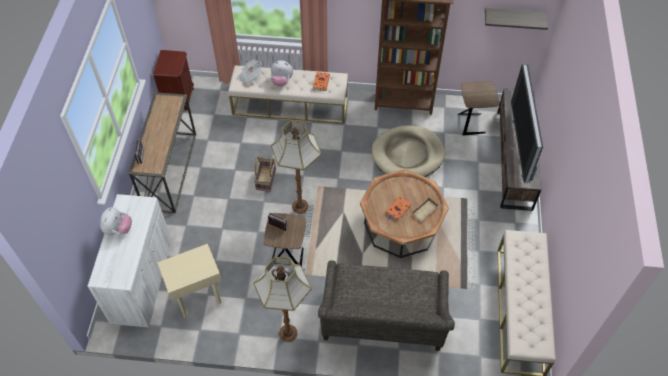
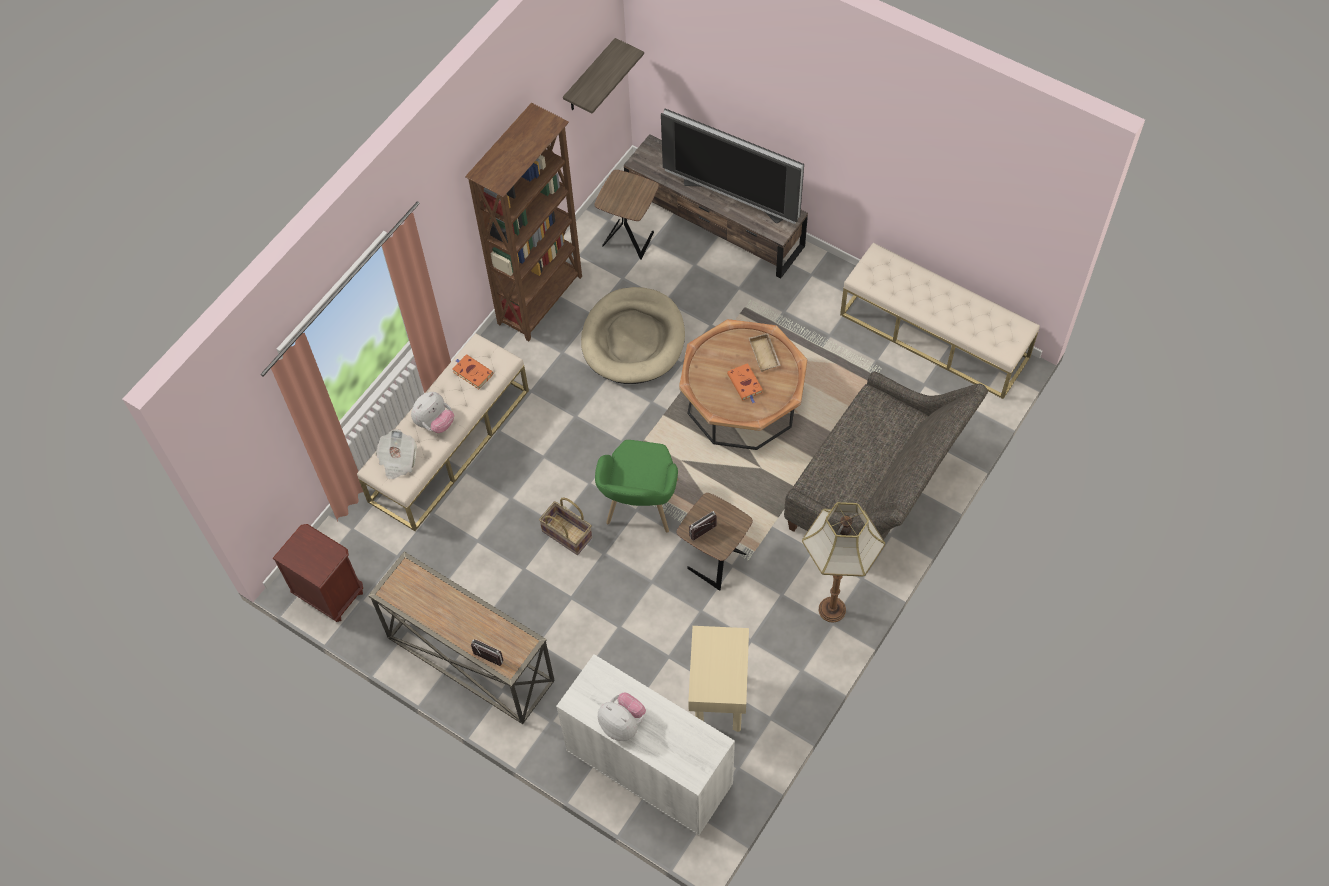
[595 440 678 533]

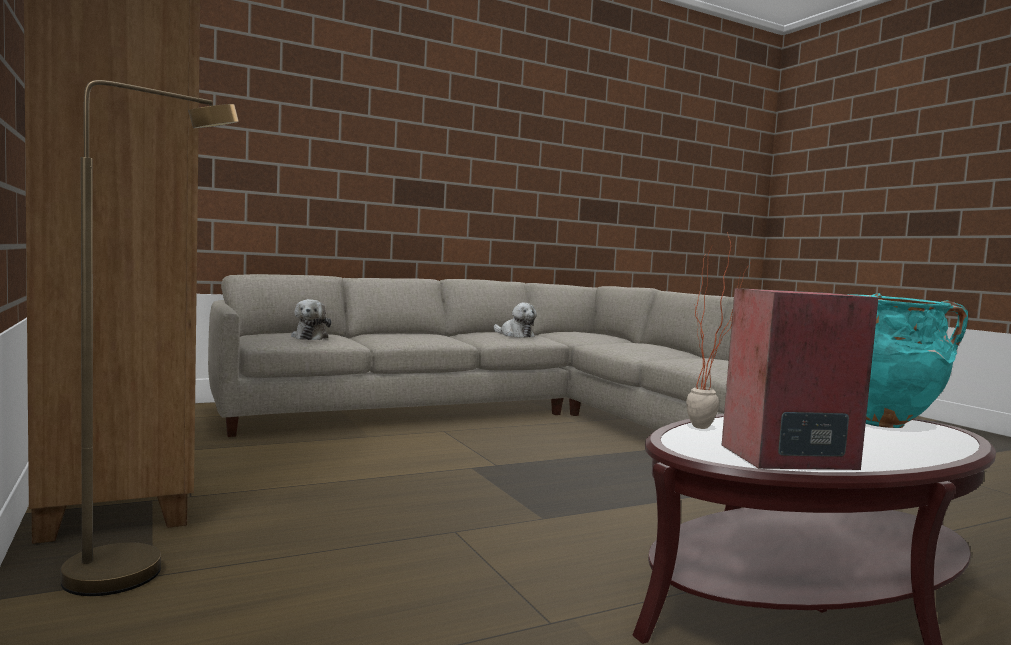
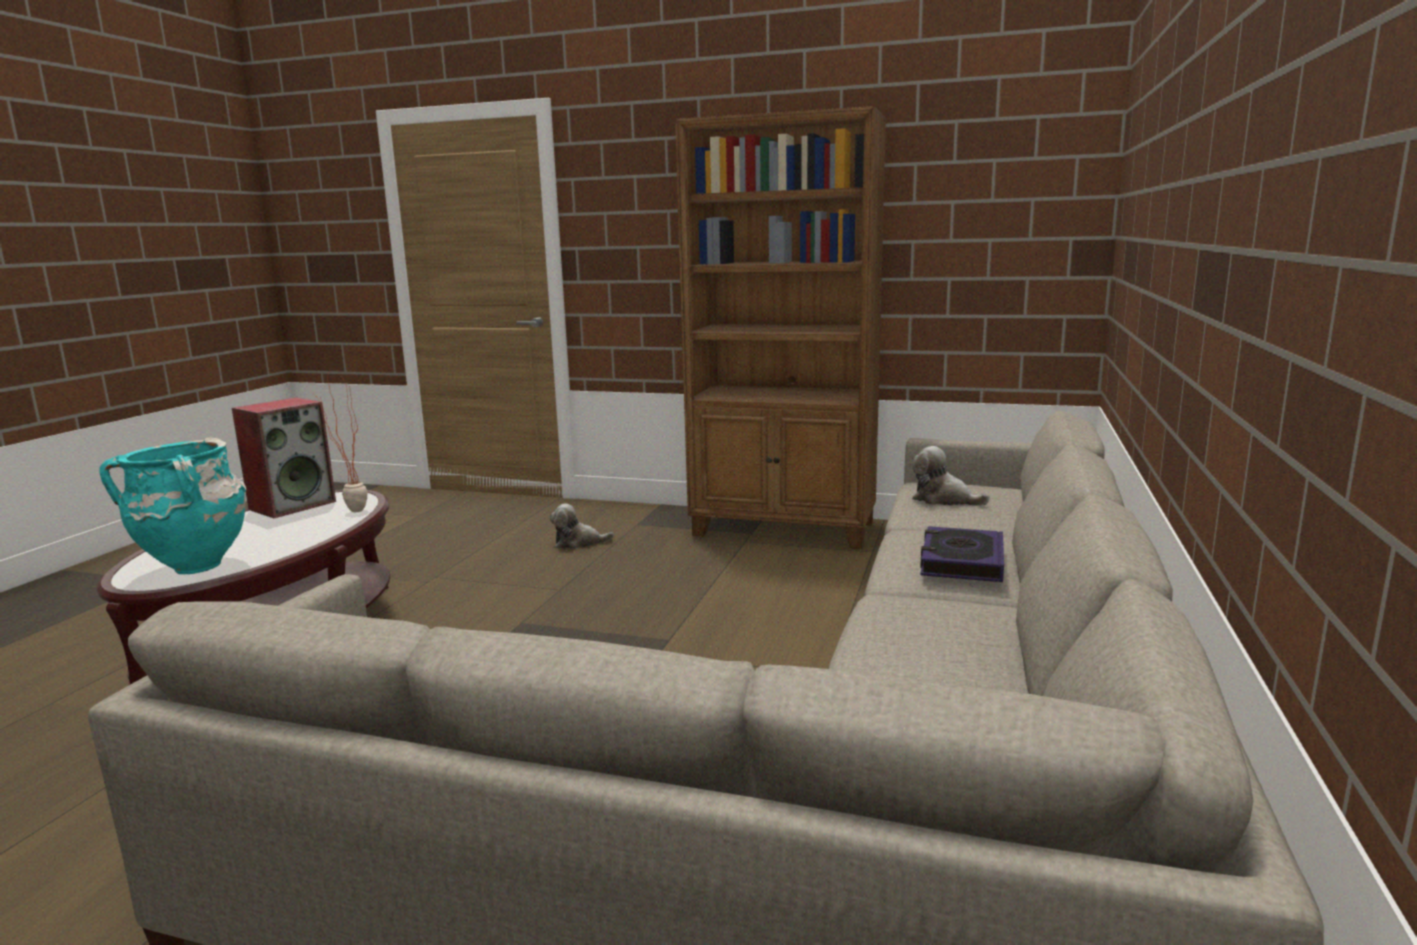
[61 80 239 596] (first image)
[550 504 614 549]
[920 526 1004 582]

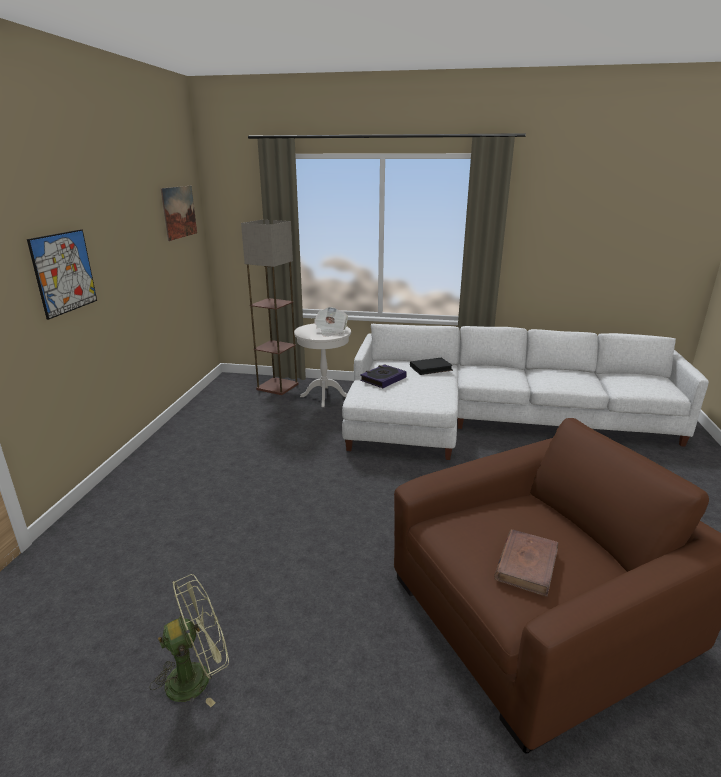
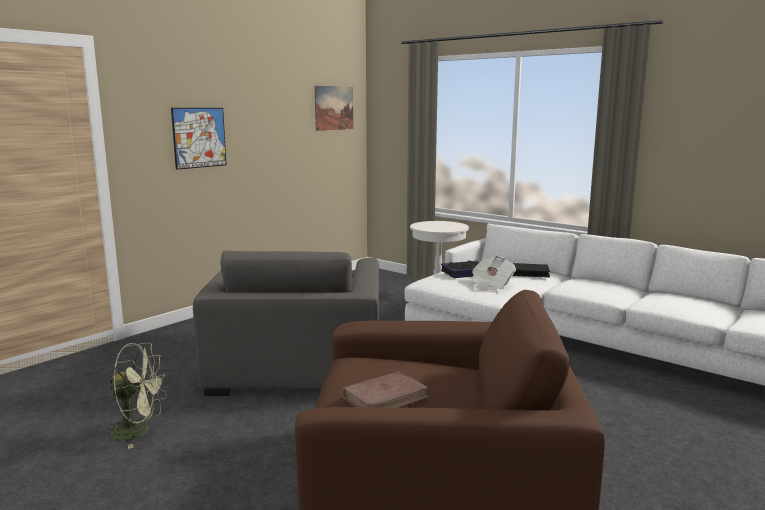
[241 220 299 395] (first image)
[472 256 516 291]
[193 251 379 396]

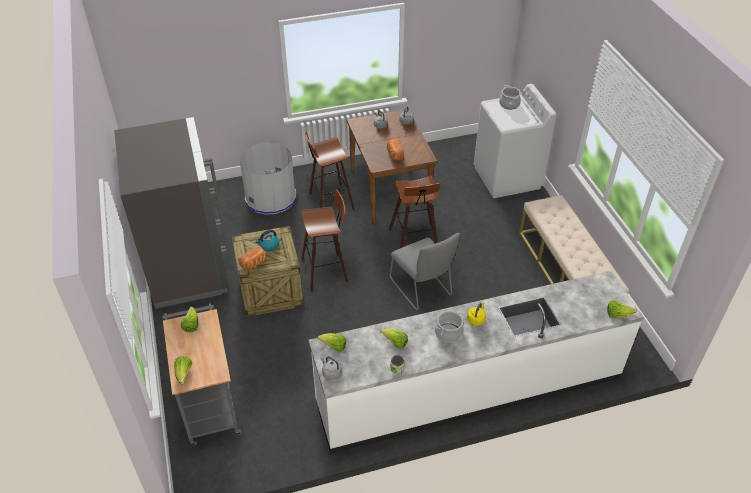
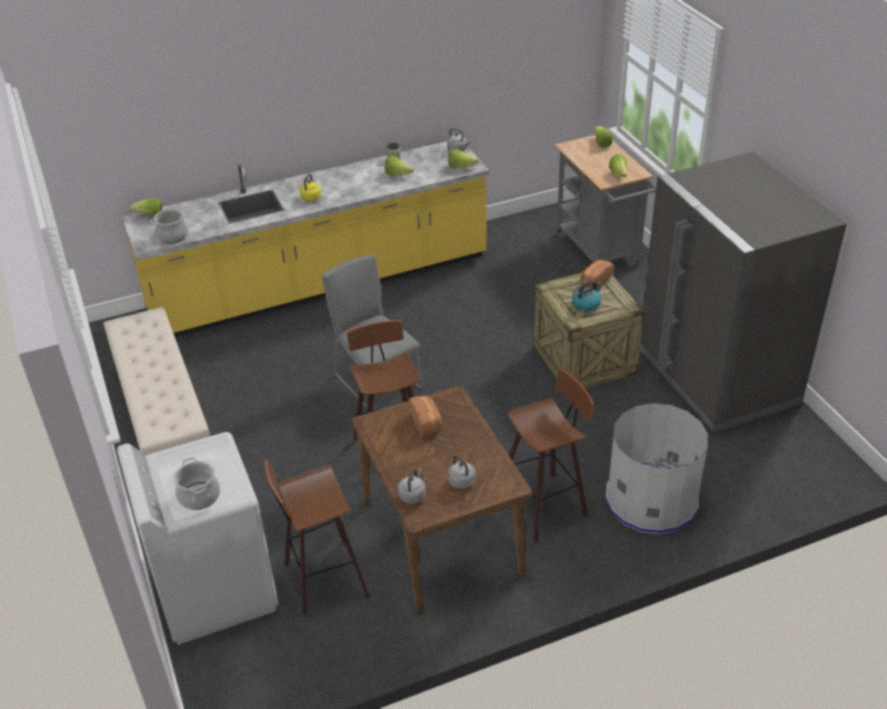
[265 459 370 615]
[122 141 489 337]
[150 209 188 243]

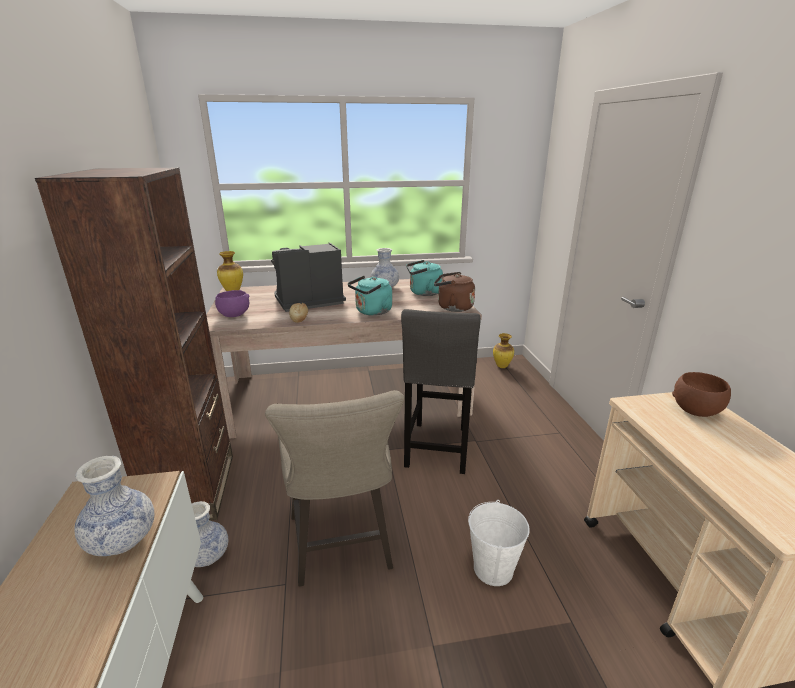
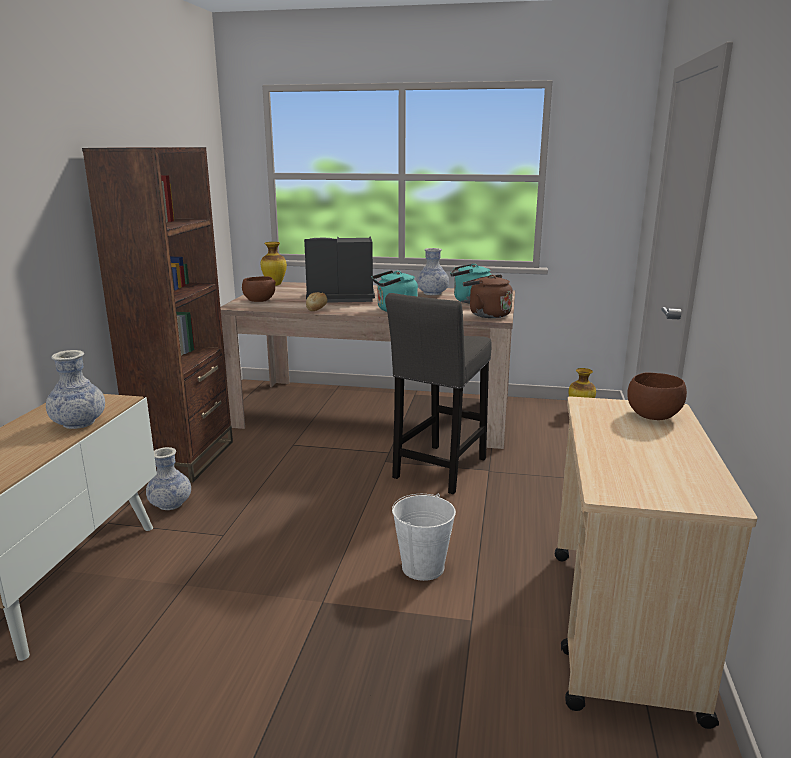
[242 276 276 302]
[265 390 404 587] (first image)

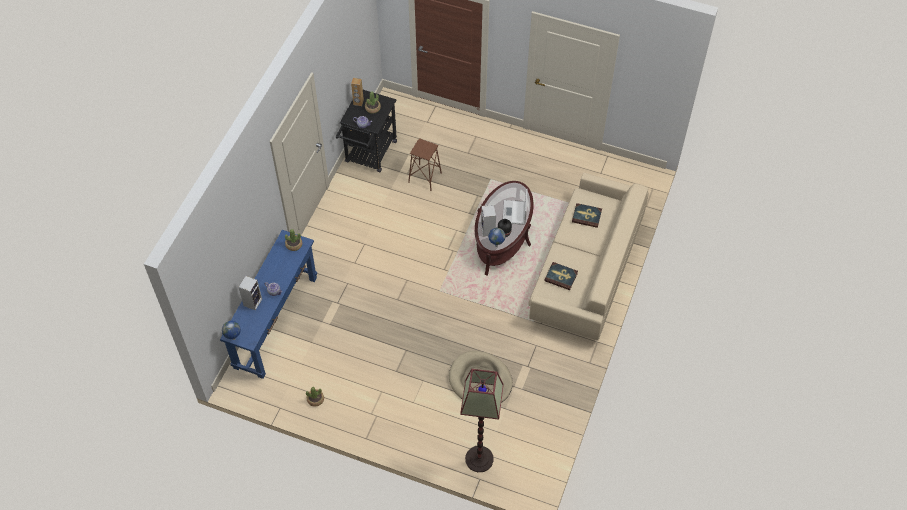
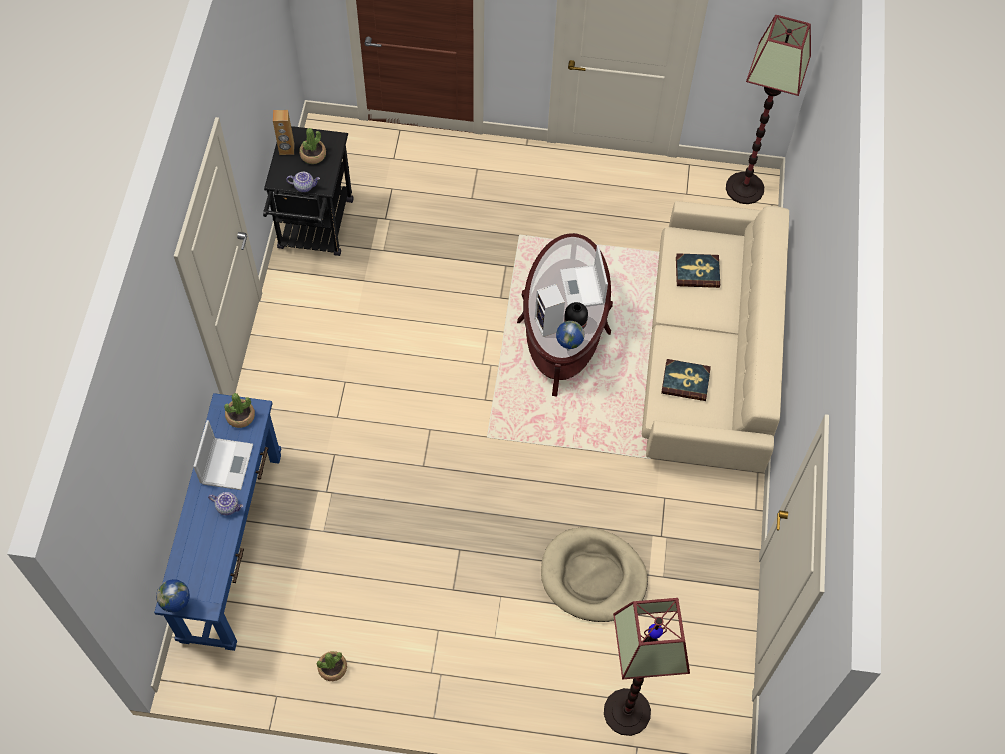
[238 276 262 310] (first image)
[408 138 442 191] (first image)
[193 420 253 490]
[726 15 811 204]

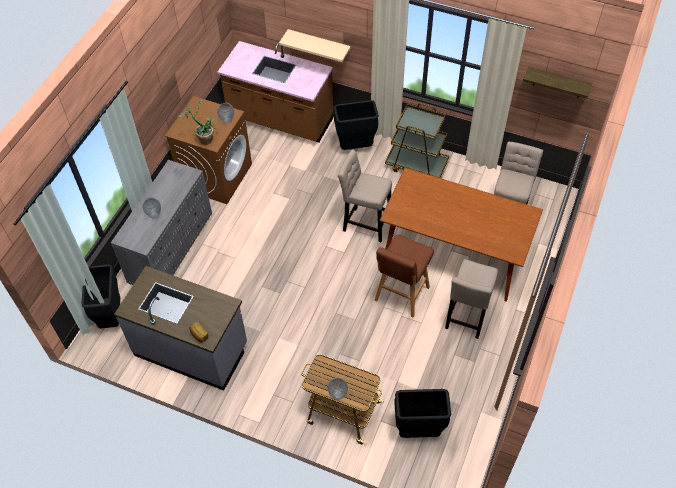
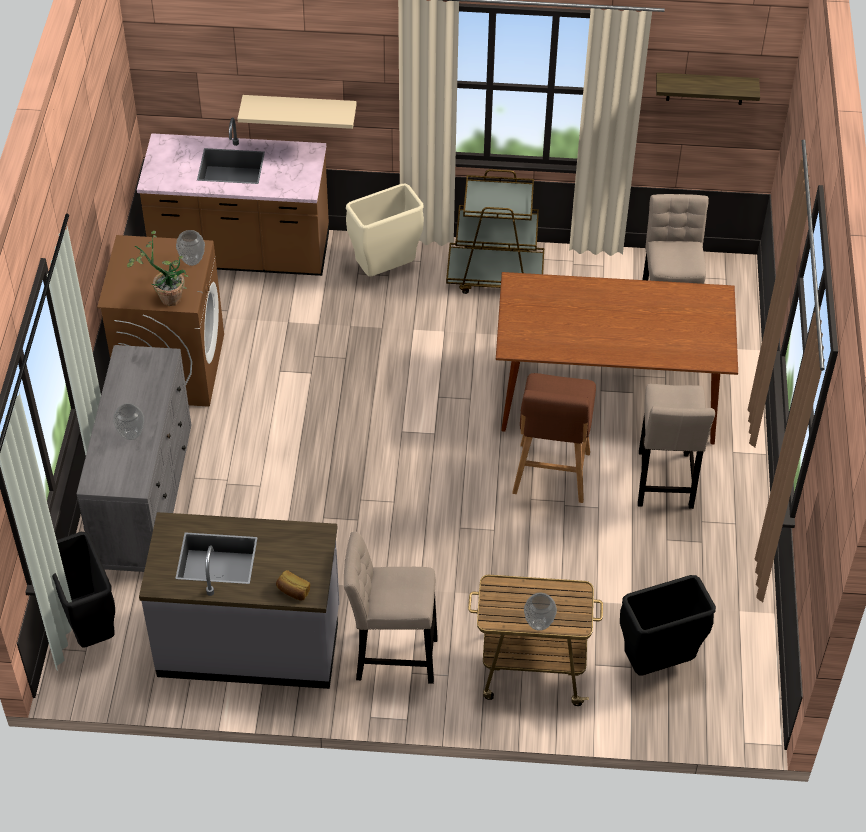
[346 183 424 277]
[344 531 438 684]

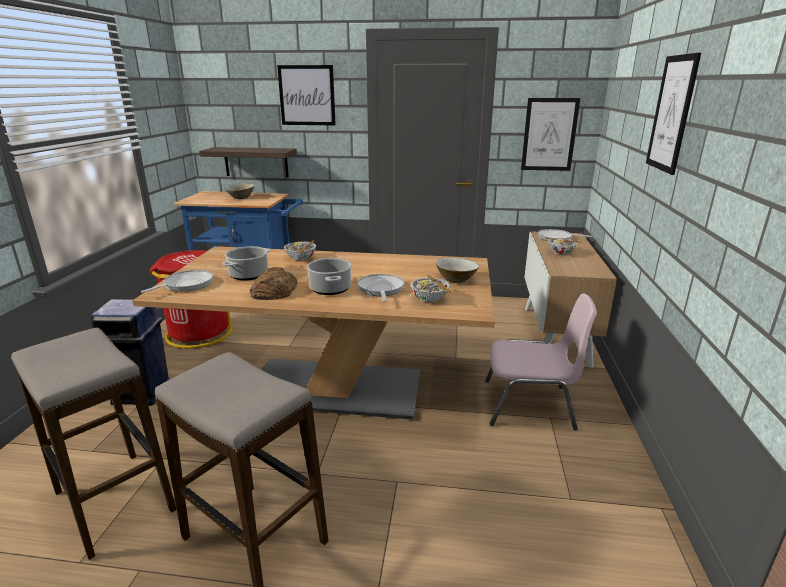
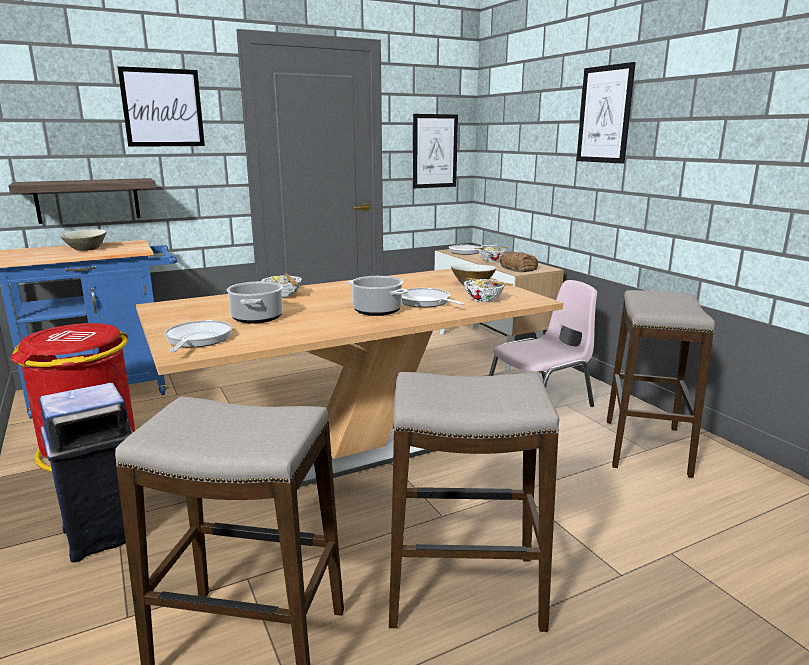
[500 251 538 272]
[607 290 715 478]

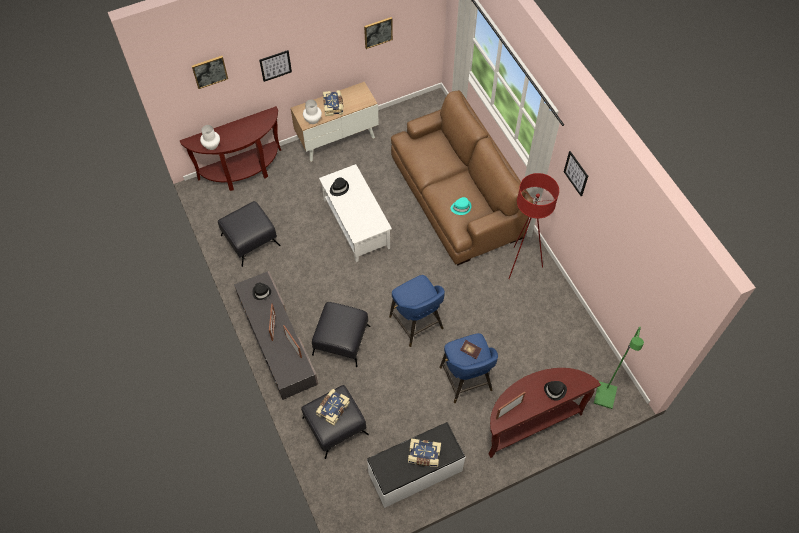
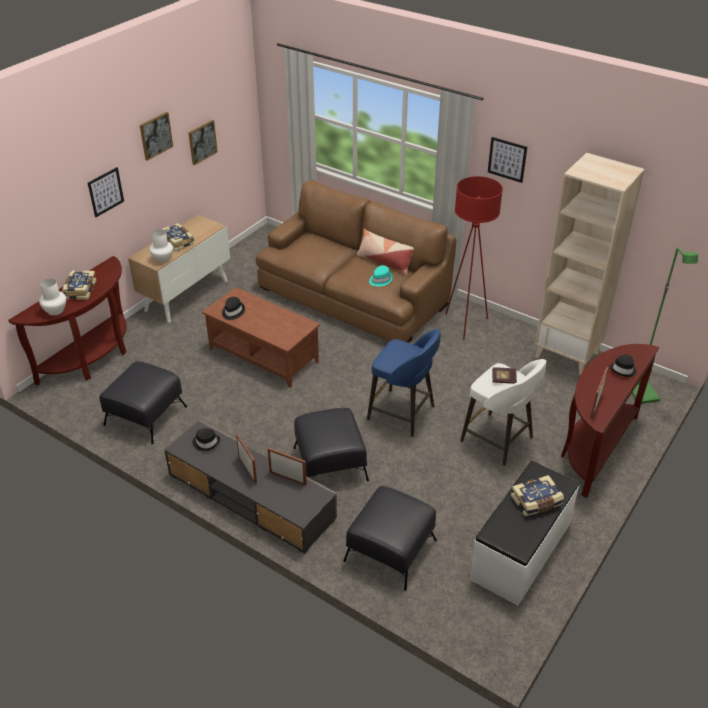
[140 112 173 161]
[62 270 97 300]
[202 287 320 387]
[460 359 546 466]
[357 228 414 275]
[535 153 645 375]

